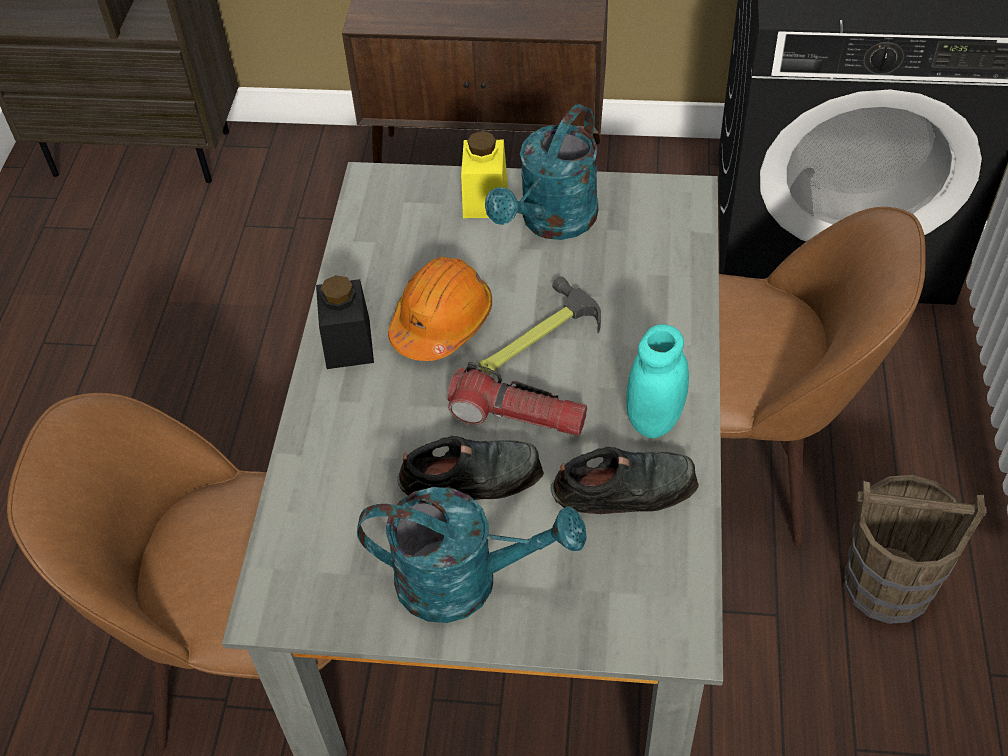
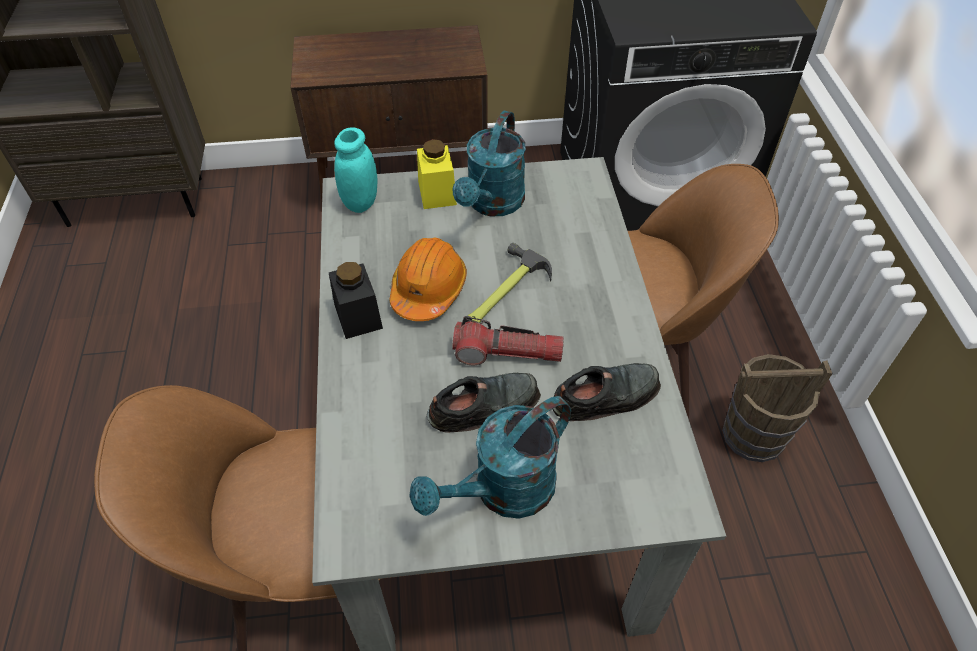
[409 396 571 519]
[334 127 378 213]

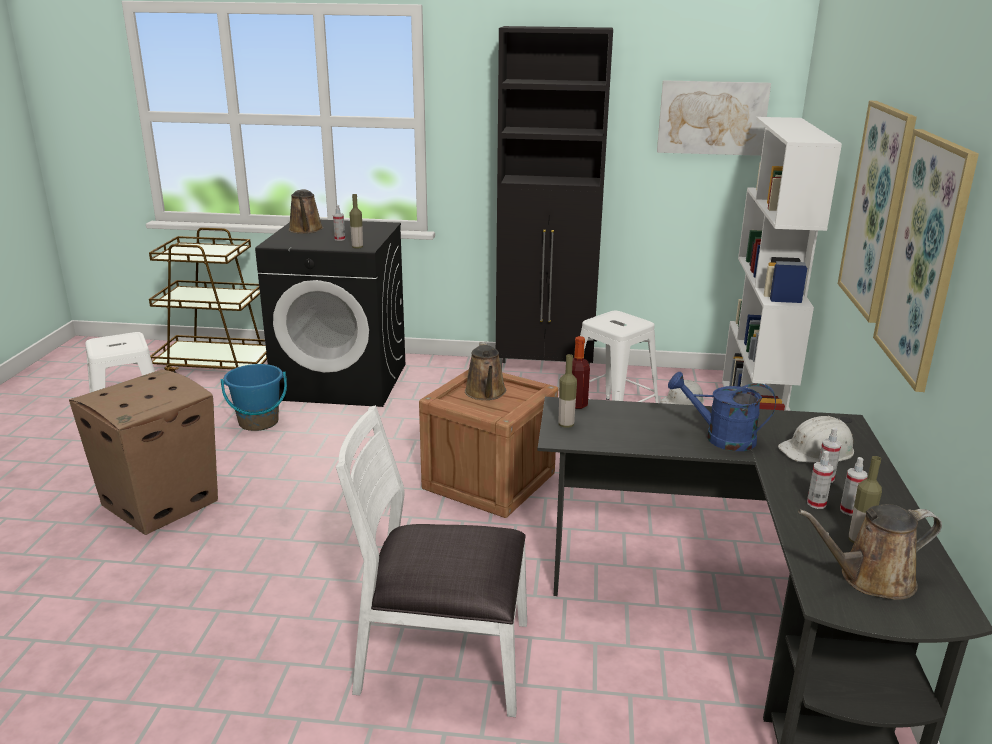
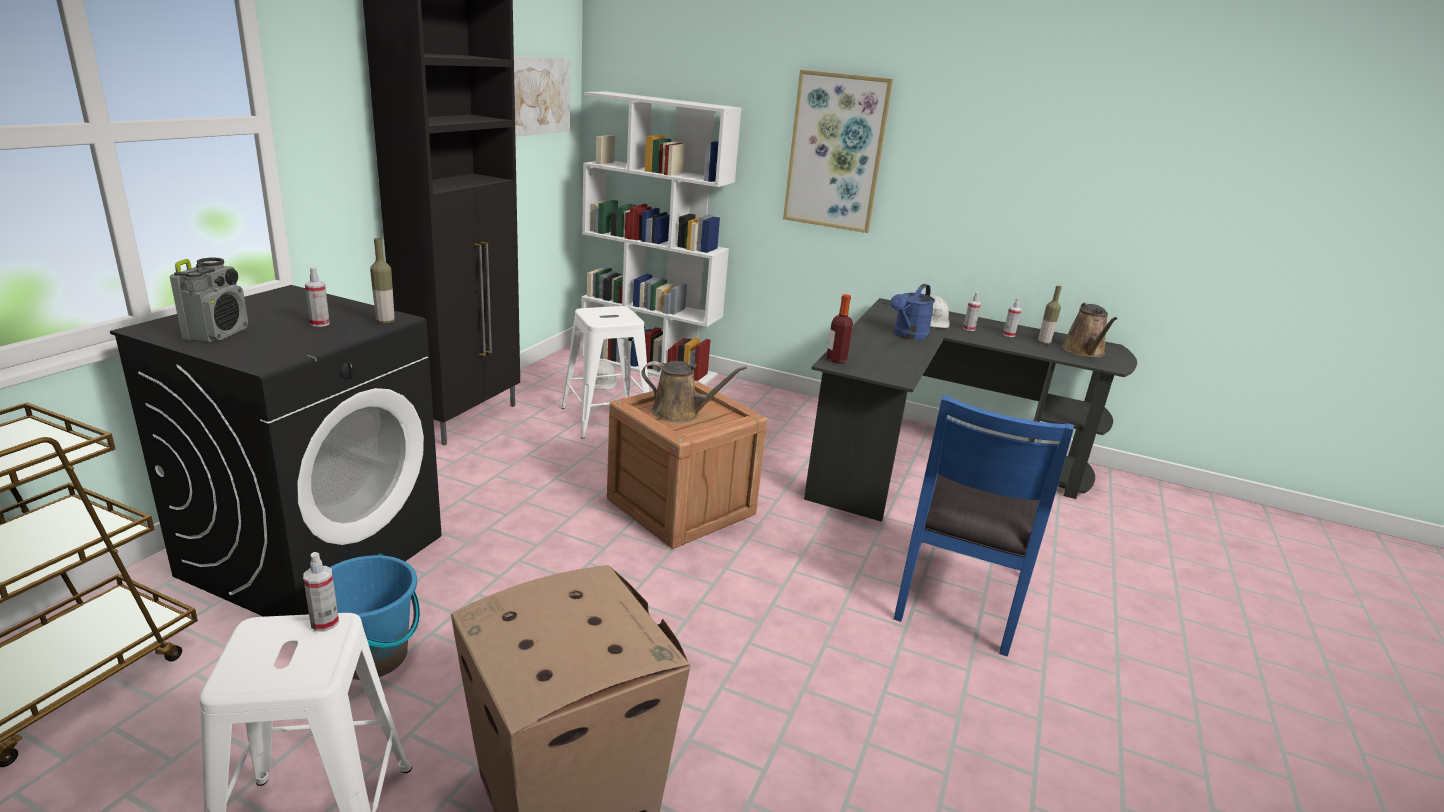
[170 257 248 342]
[894 395 1074 657]
[558 354 577 428] (first image)
[303 552 339 631]
[873 129 979 392] (first image)

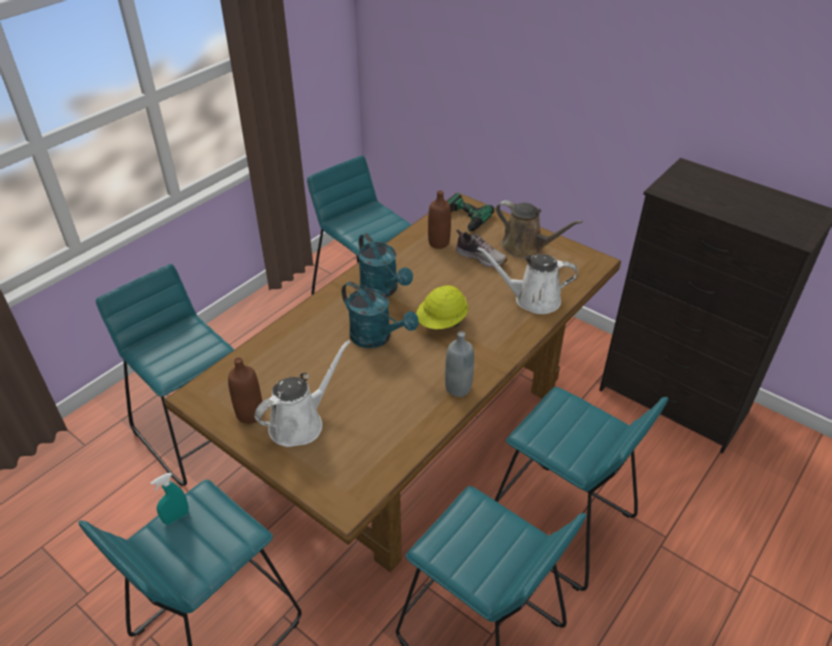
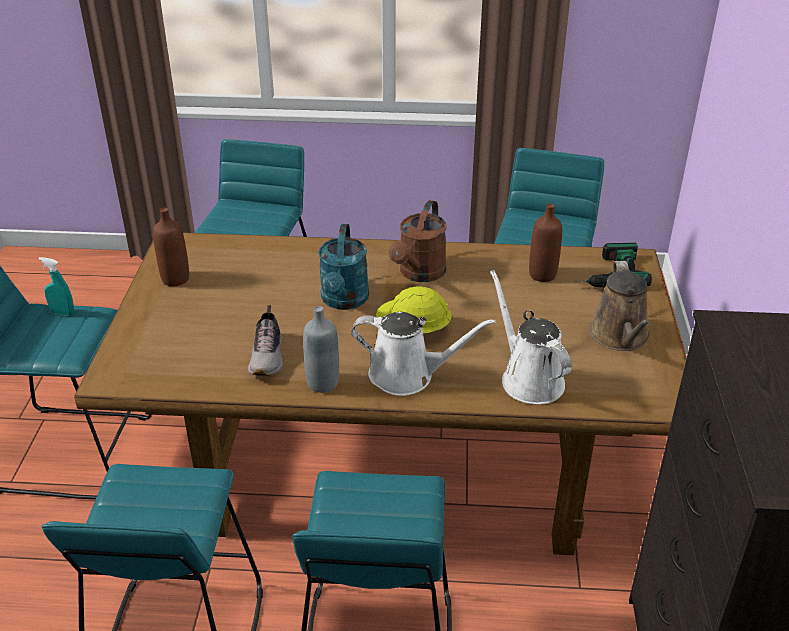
[351 312 496 396]
[389 200 447 282]
[248 305 283 376]

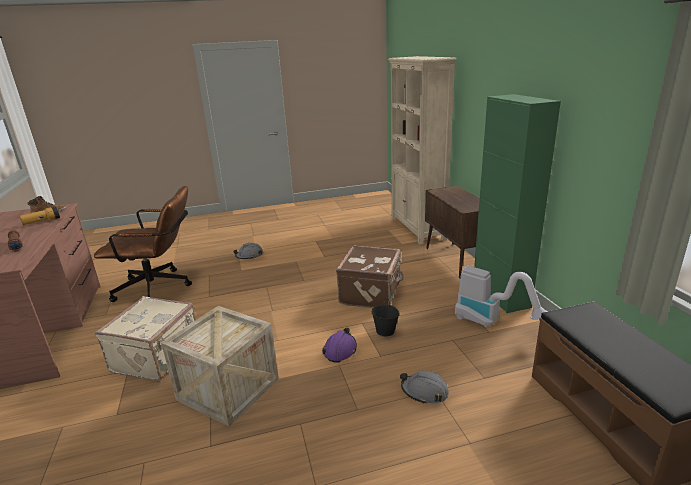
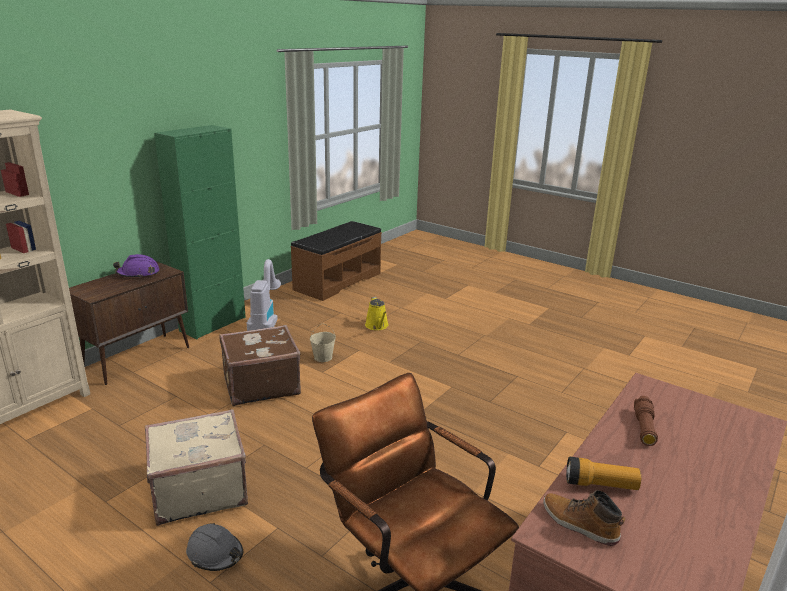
[145 409 248 526]
[161 306 279 427] (first image)
[113 254 159 278]
[310 323 336 362]
[365 297 389 330]

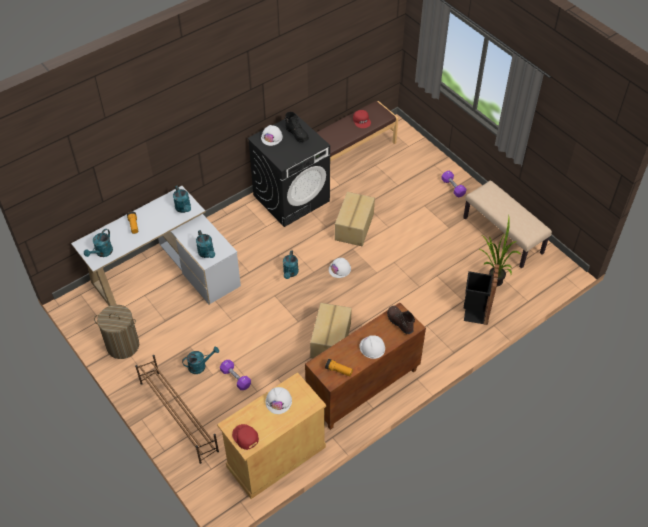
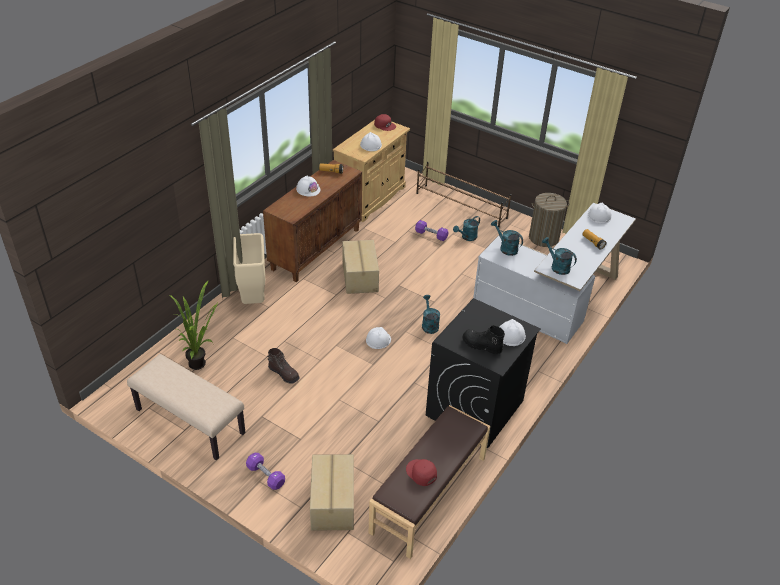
[588 203 611 224]
[310 454 354 531]
[267 348 300 384]
[463 264 499 325] (first image)
[233 233 265 304]

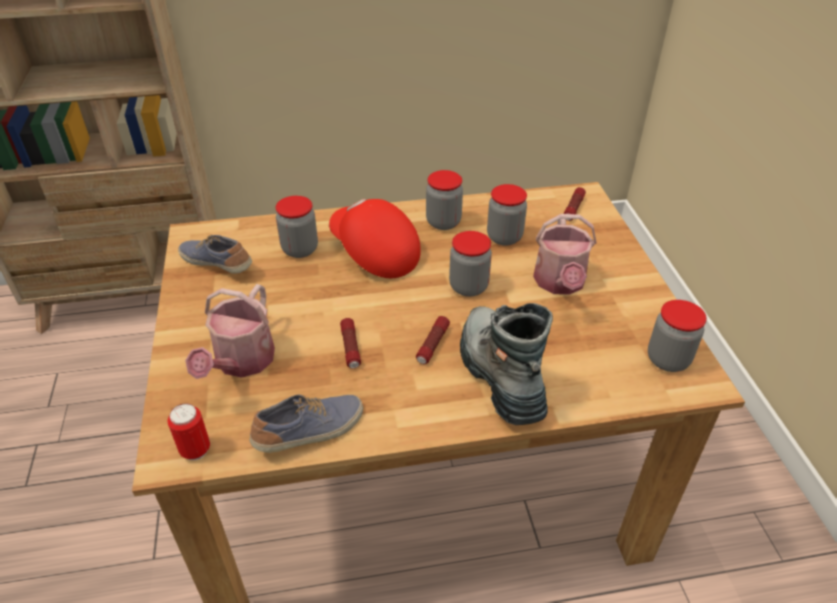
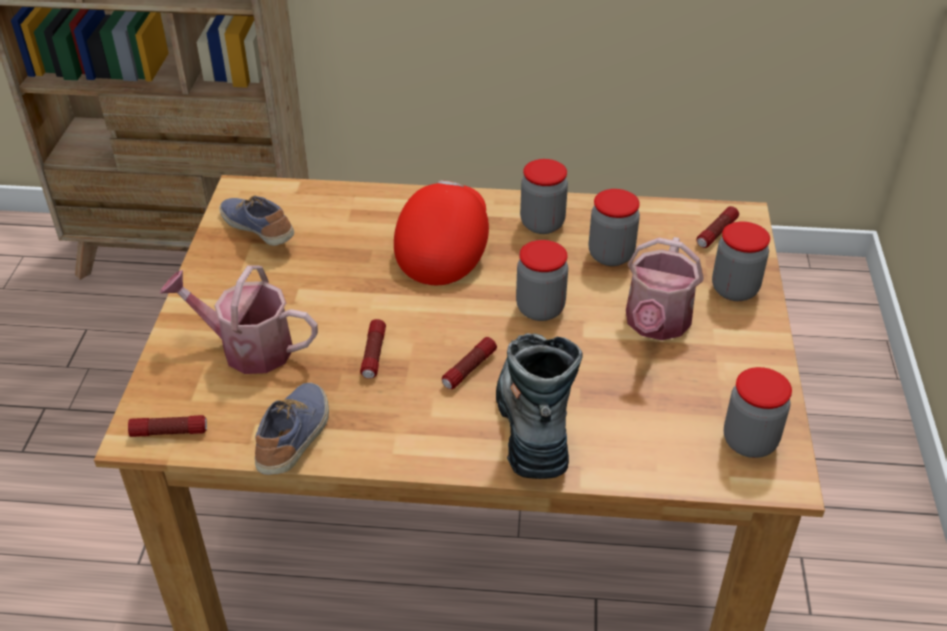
[128 415 207 437]
[160 265 318 374]
[255 383 329 475]
[712 221 770 301]
[394 181 489 285]

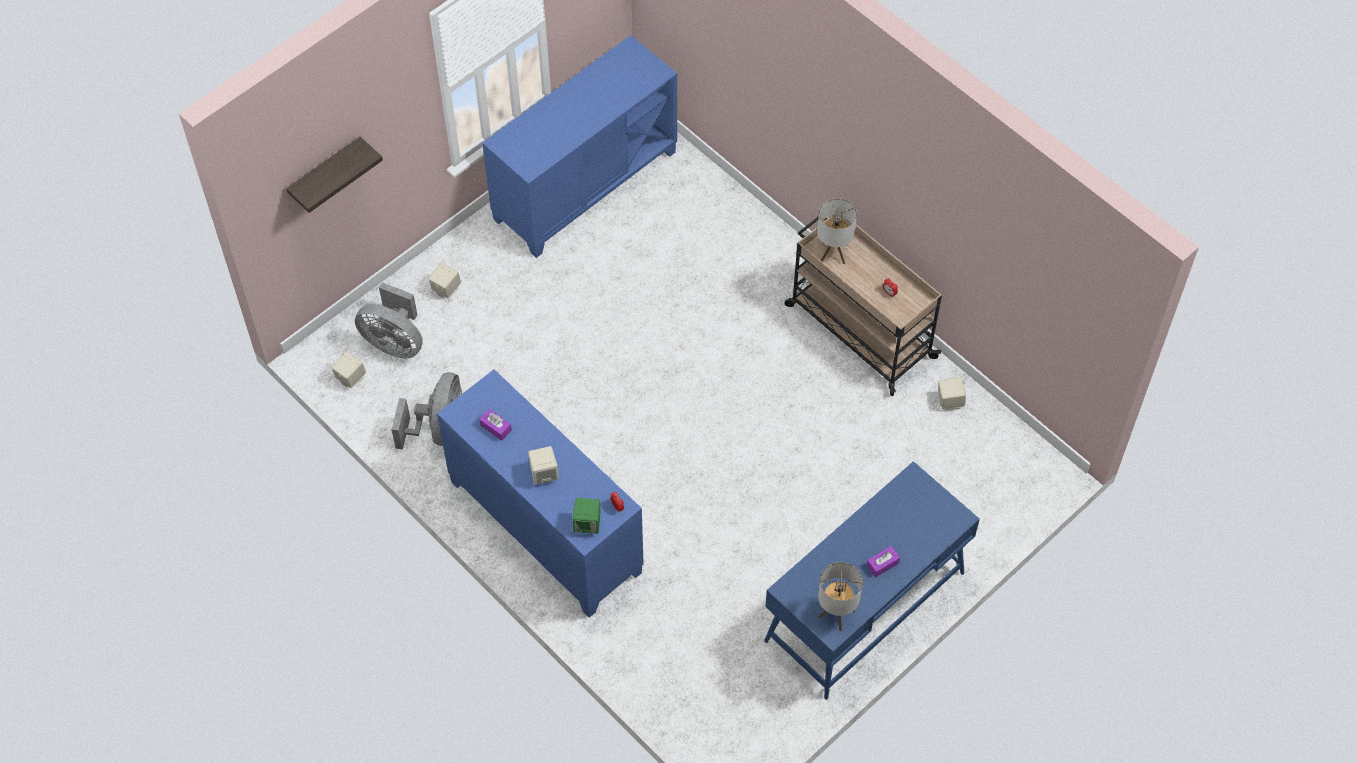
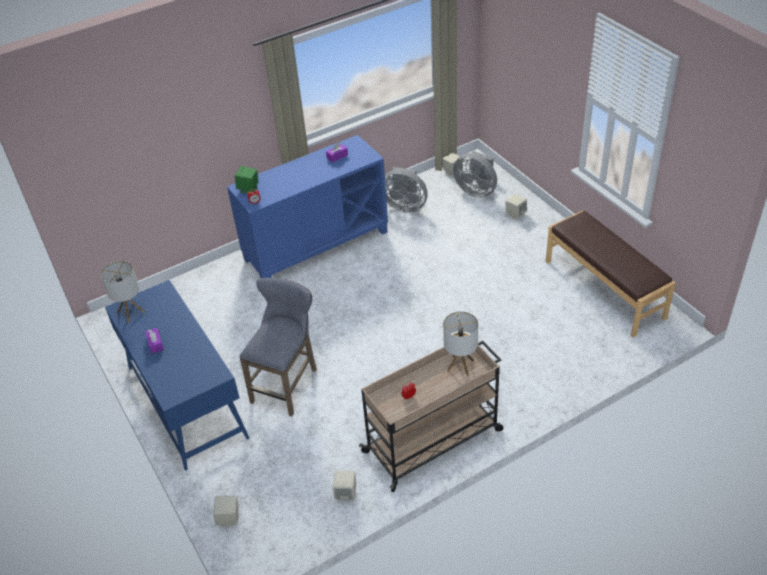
[286 137 383 213] (first image)
[453 151 497 198]
[546 211 676 337]
[213 496 239 527]
[239 278 317 417]

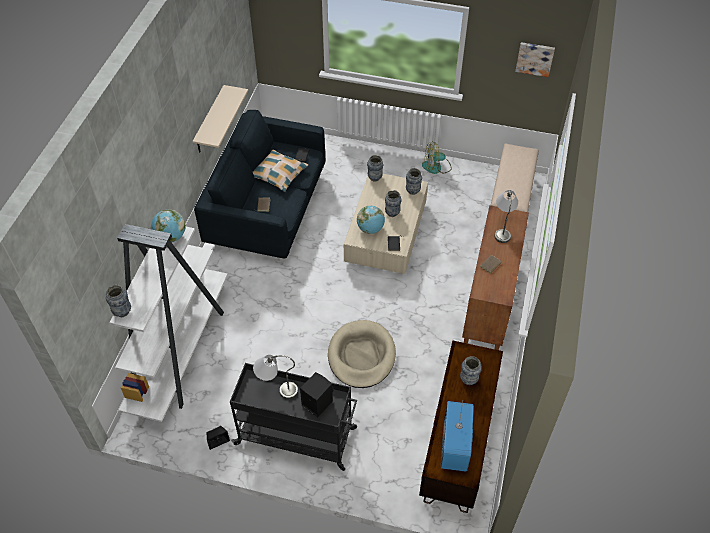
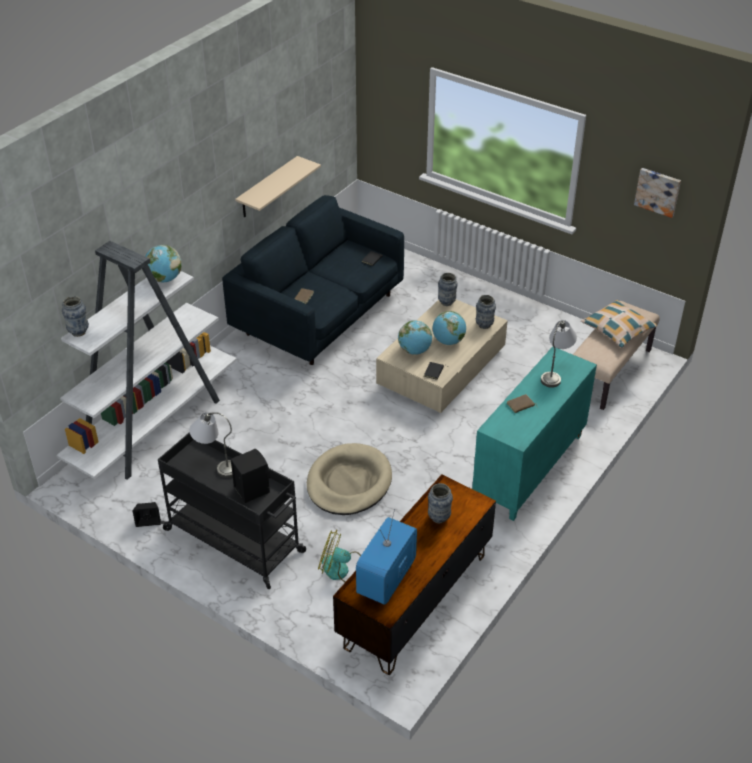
[581 300 657 348]
[433 311 466 345]
[318 530 361 582]
[472 347 597 521]

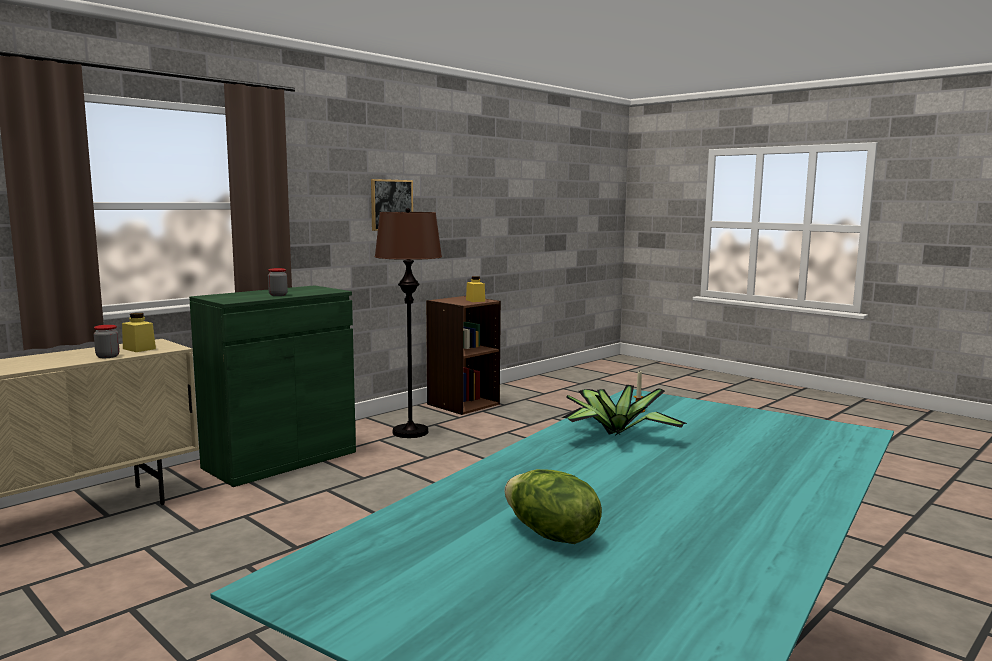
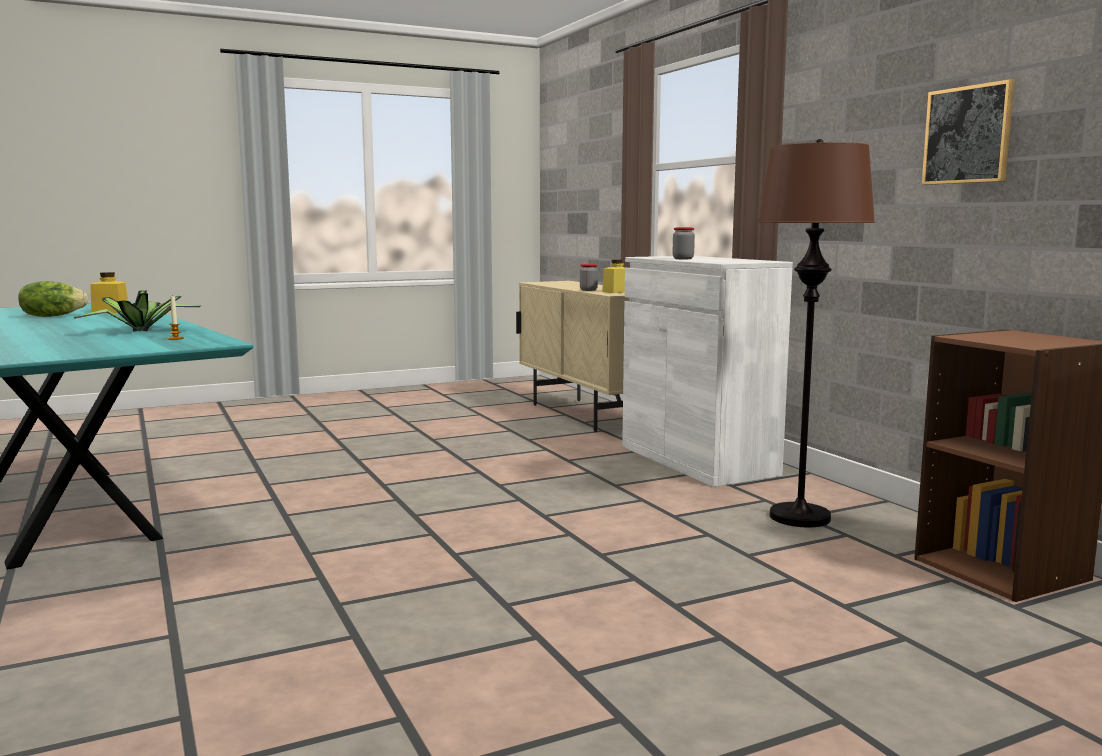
[622 256 793 487]
[90 272 128 313]

